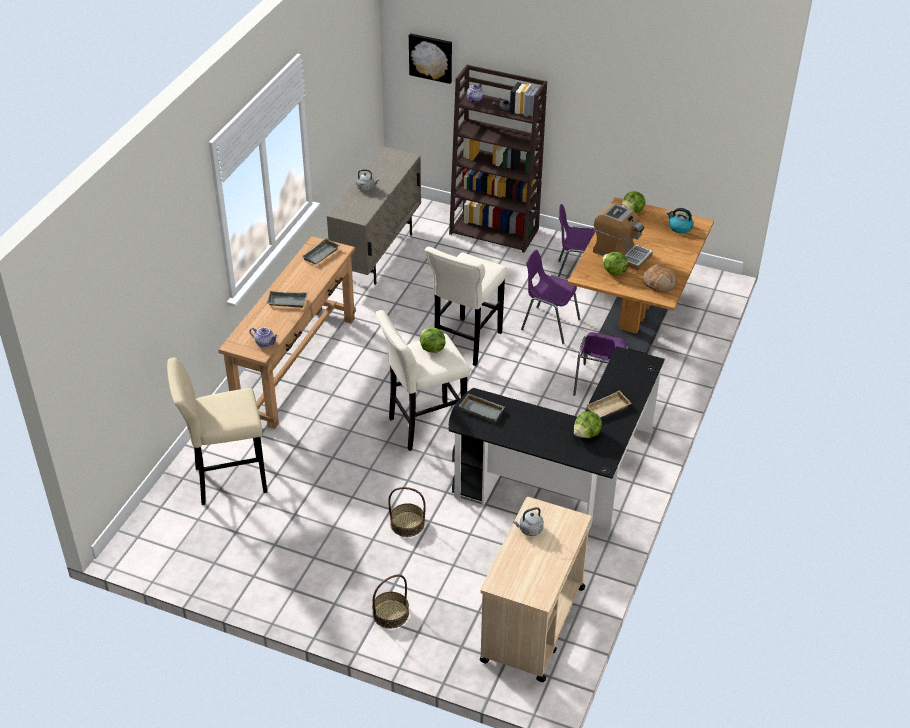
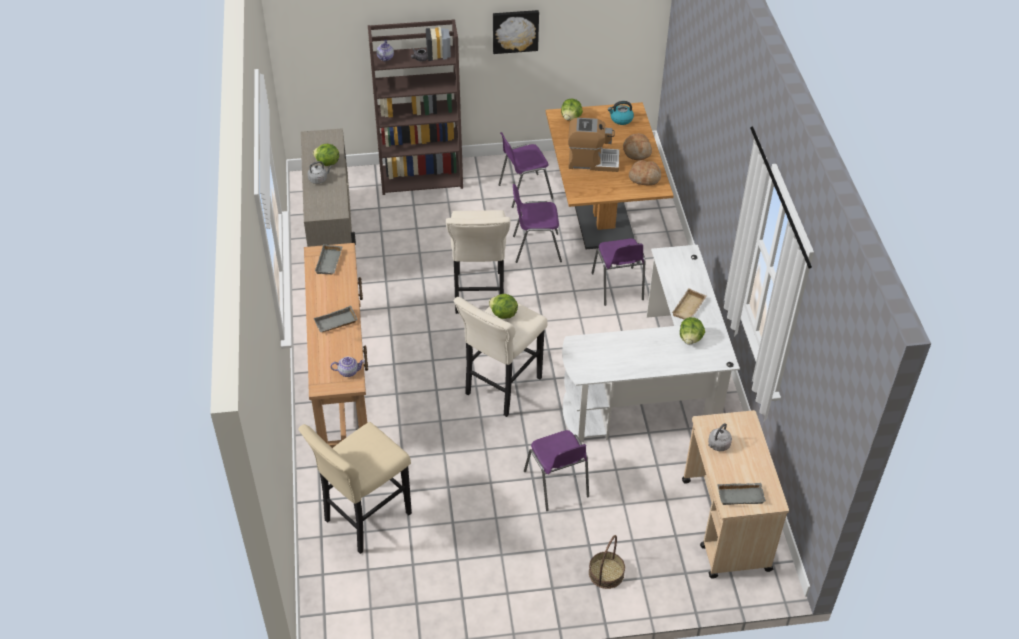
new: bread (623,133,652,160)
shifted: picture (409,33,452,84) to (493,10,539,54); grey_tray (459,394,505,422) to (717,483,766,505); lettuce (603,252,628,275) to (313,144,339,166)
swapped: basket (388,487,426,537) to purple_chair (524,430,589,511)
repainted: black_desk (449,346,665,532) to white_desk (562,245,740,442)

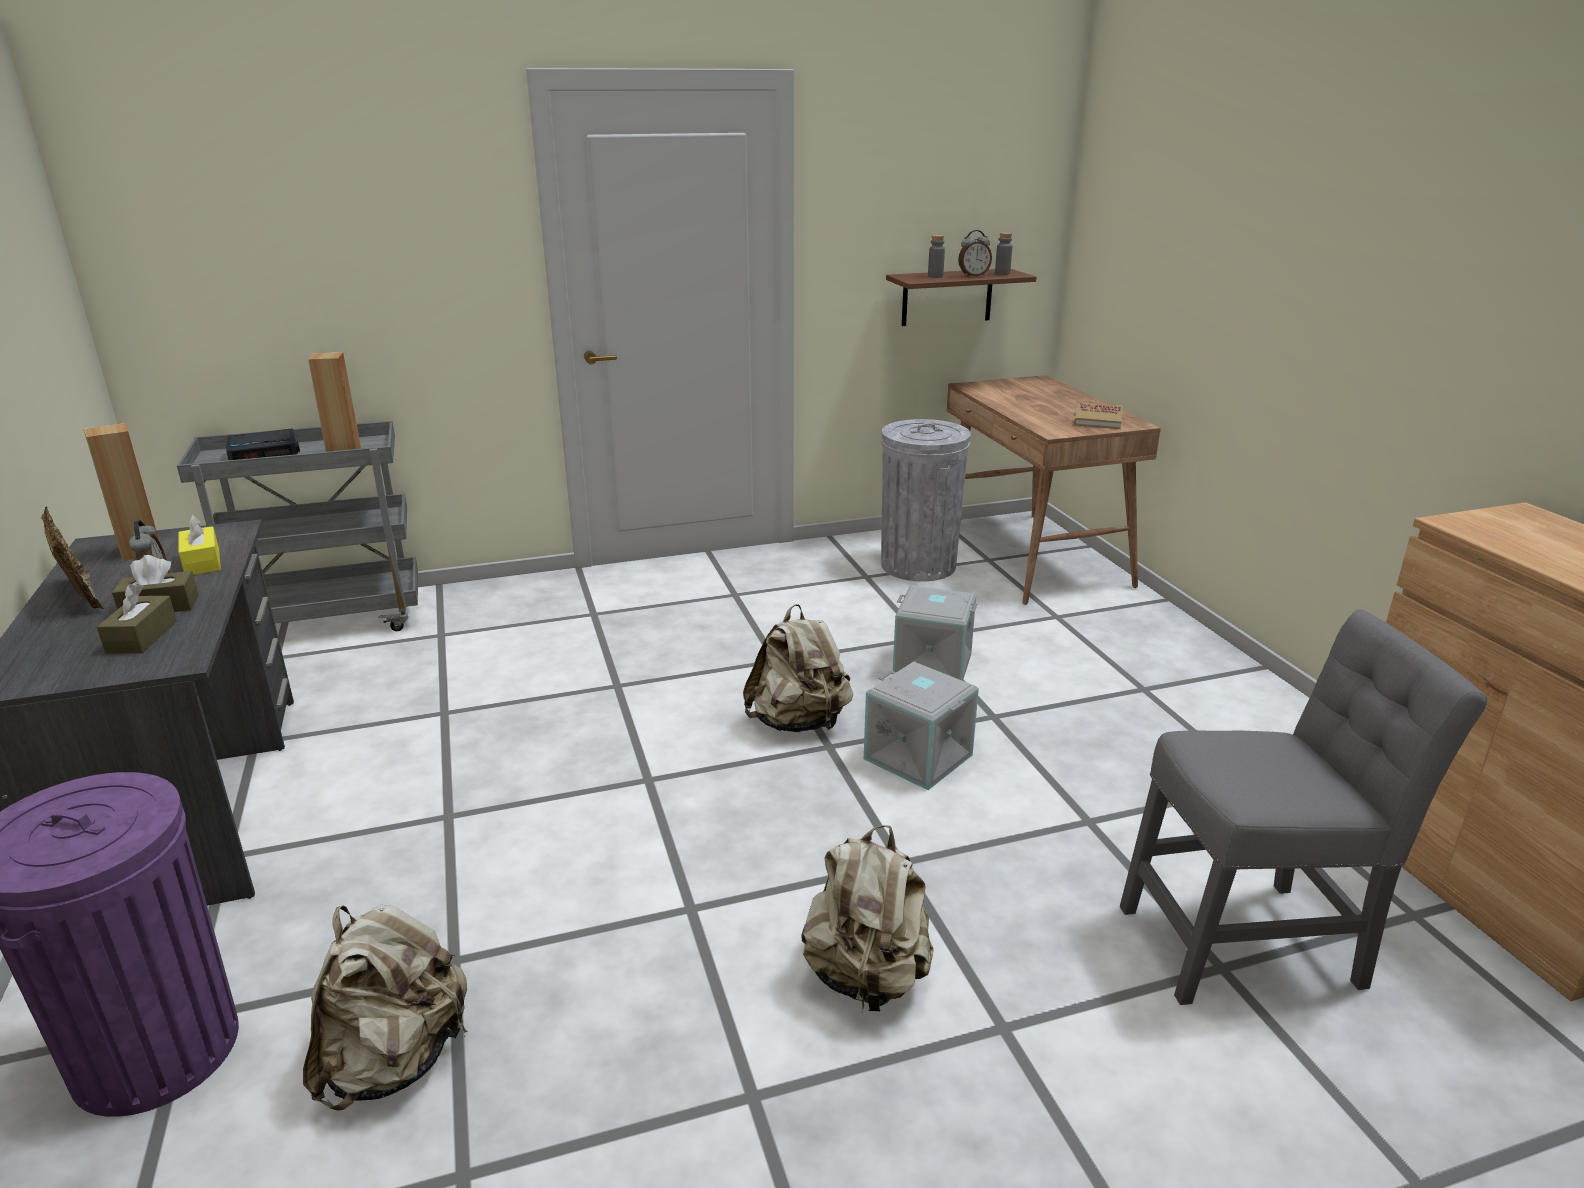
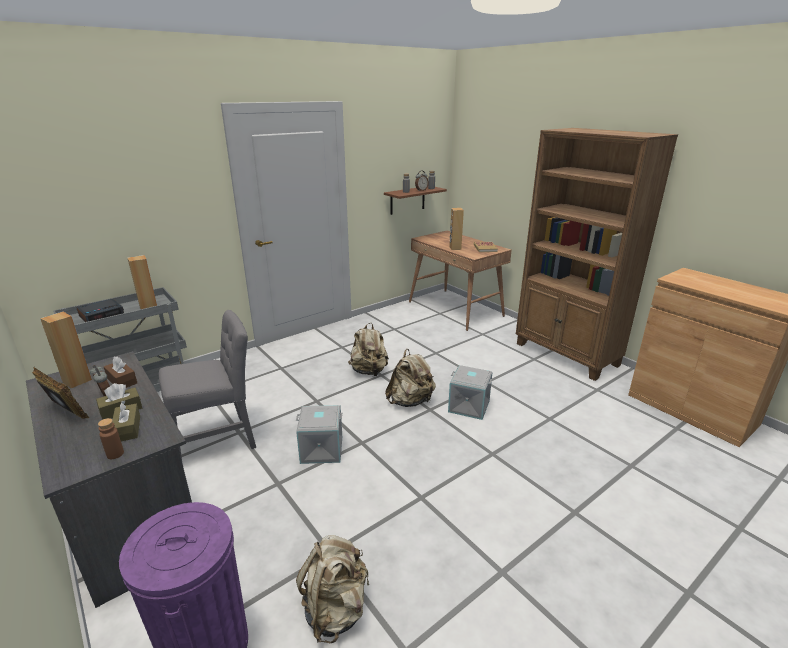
gone: grey_trash_can (881,419,971,581)
new: brown_bottle (98,418,124,459); brown_speaker (449,208,464,250); brown_bookcase (516,128,678,381)
shifted: beige_backpack (801,825,934,1012) to (348,323,389,376); grey_storage_box (892,586,977,681) to (296,405,342,464); grey_chair (1120,609,1487,1005) to (159,310,256,460)
repainted: yellow_tissue_box (179,515,221,575) to brown_tissue_box (104,356,137,388)

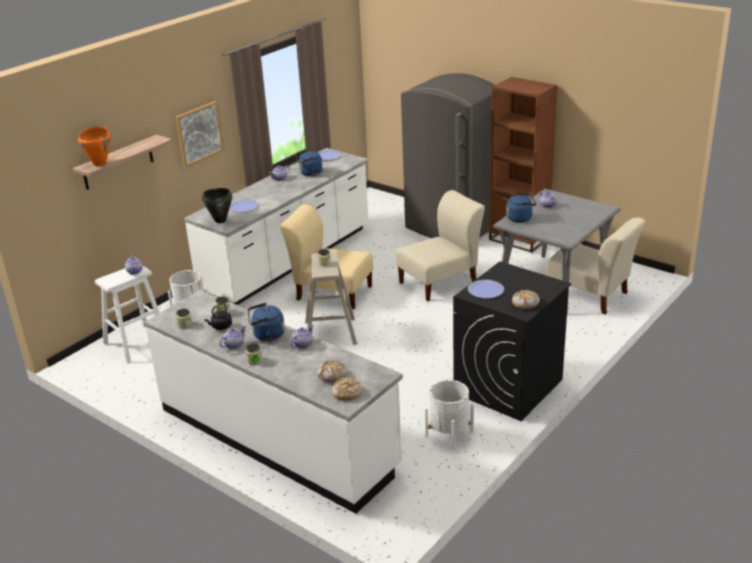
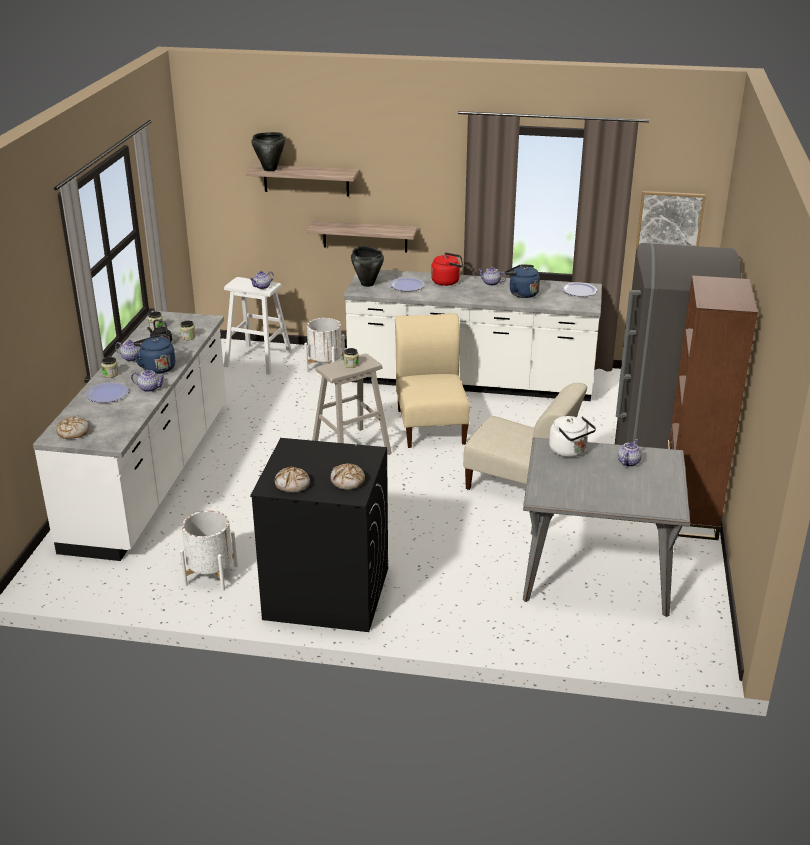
gone: beige_chair (546,217,645,315)
new: shelf (307,221,417,253); red_kettle (431,252,463,286)
shifted: picture (176,101,224,167) to (636,191,706,249); bread (317,361,348,382) to (330,463,365,490); plate (468,280,504,299) to (86,382,129,403)
repainted: orange_cooking_pot (78,126,111,166) to black_cooking_pot (251,132,285,171); blue_kettle (506,193,537,223) to white_kettle (549,416,596,457)

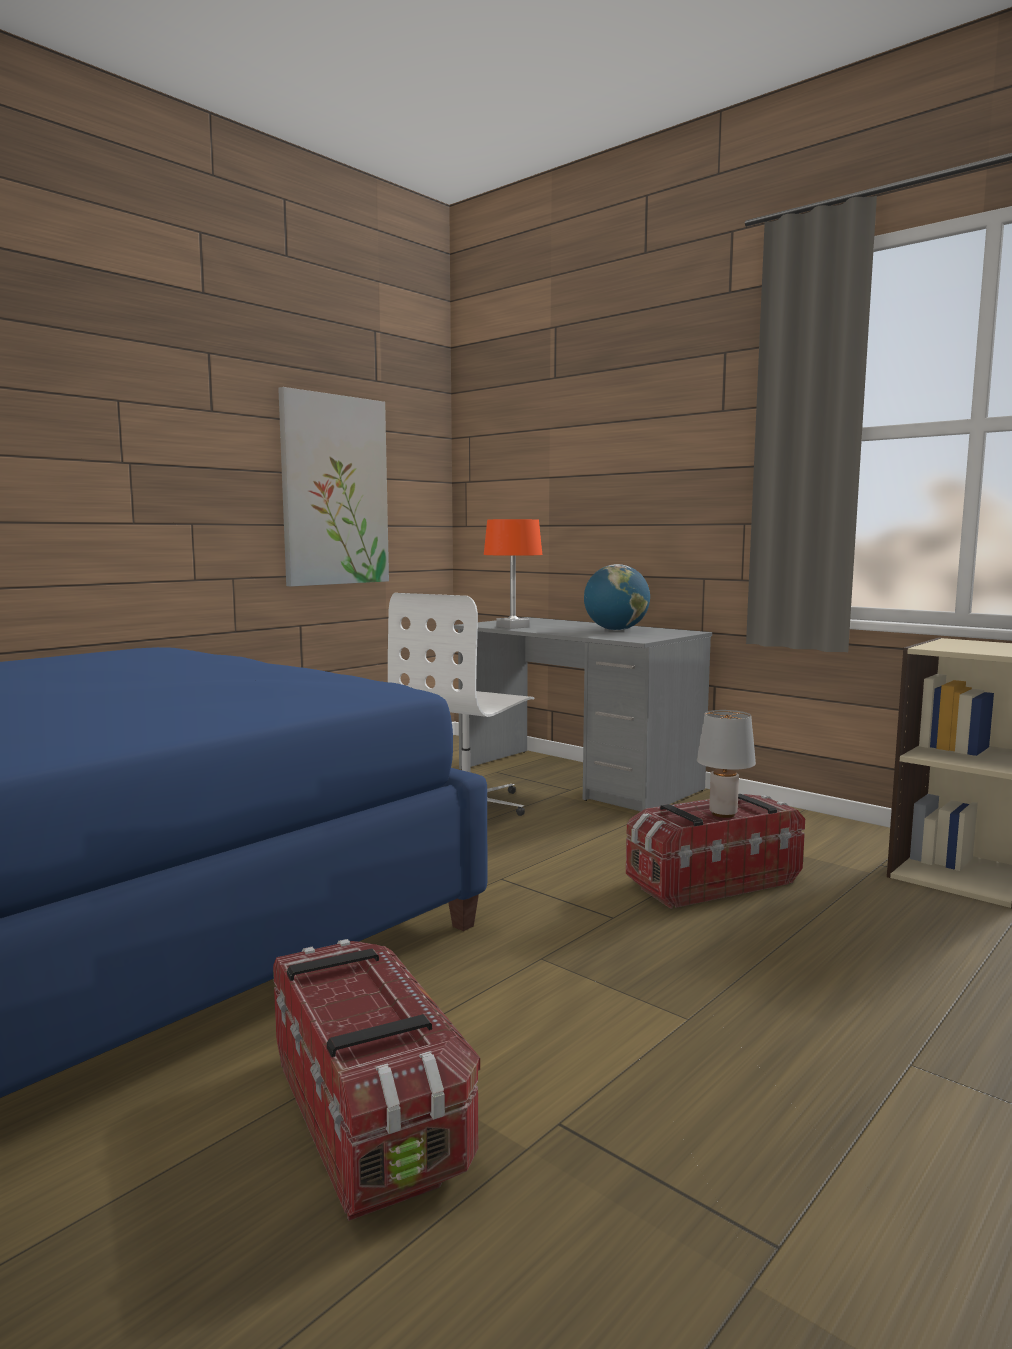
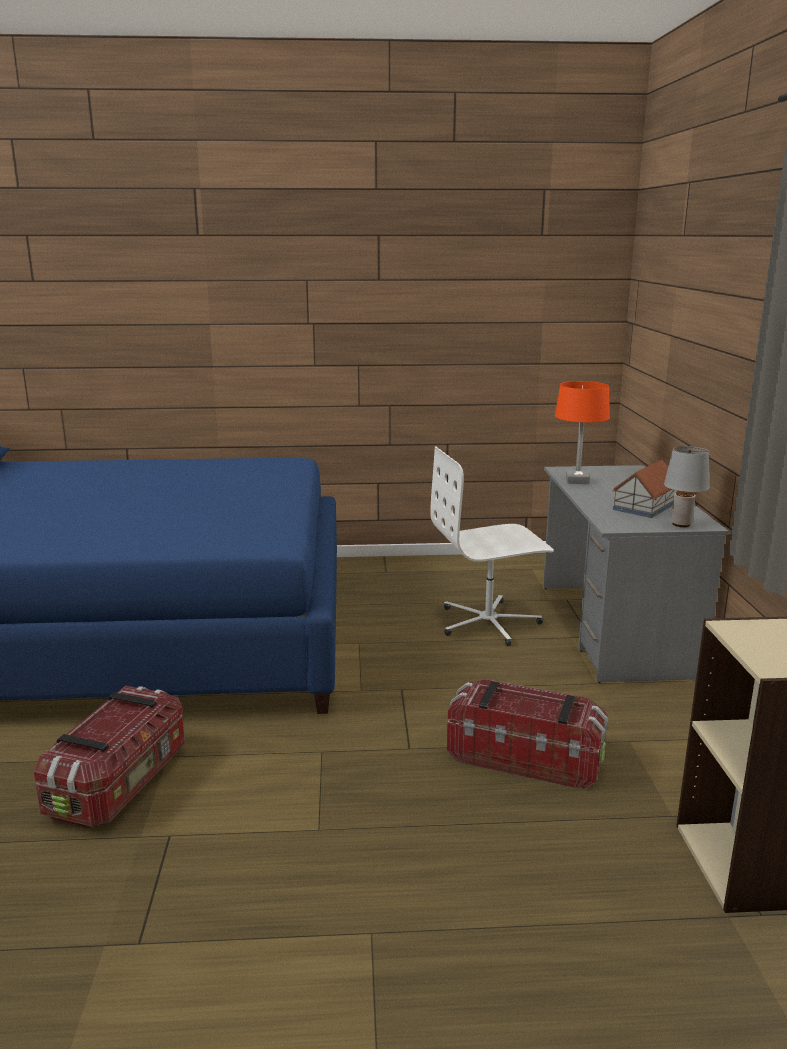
gone: picture (278,387,389,586)
shifted: grey_table_lamp (697,710,756,818) to (664,446,710,527)
swapped: globe (584,564,650,630) to toy_house (612,460,677,518)

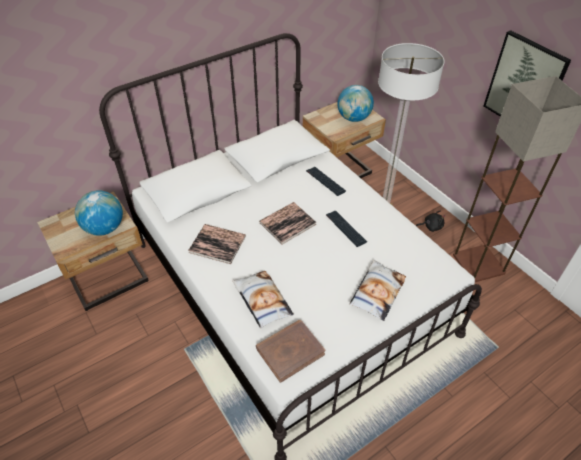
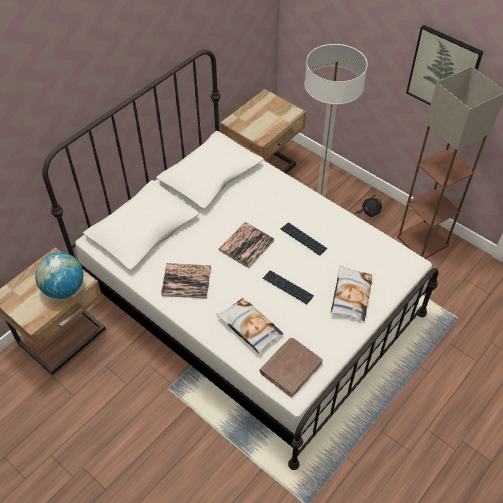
gone: globe (337,85,374,122)
shifted: keyboard (306,167,346,196) to (263,270,314,304)

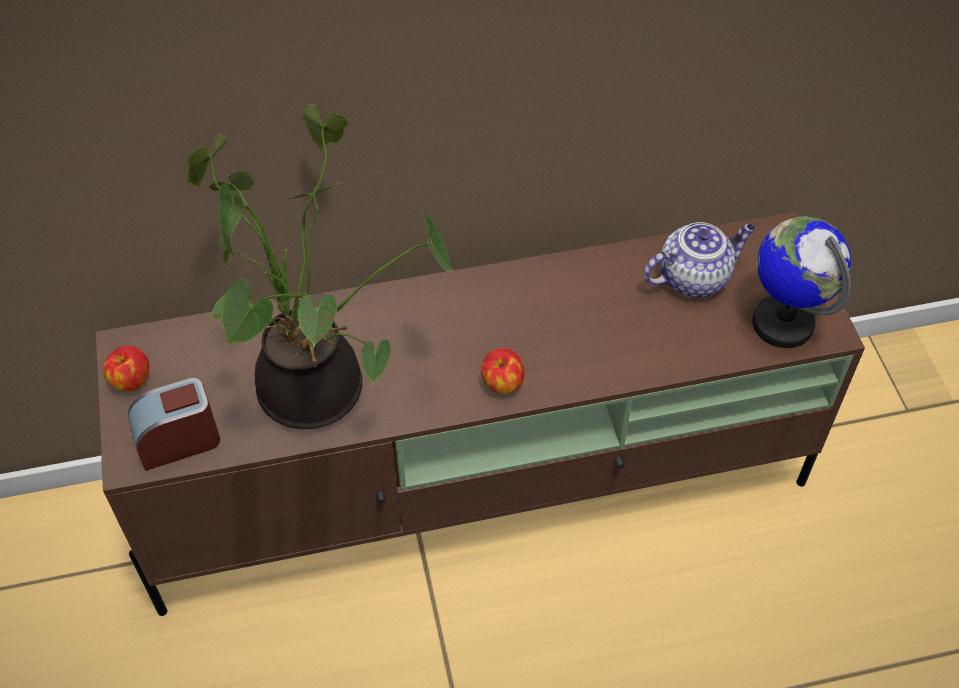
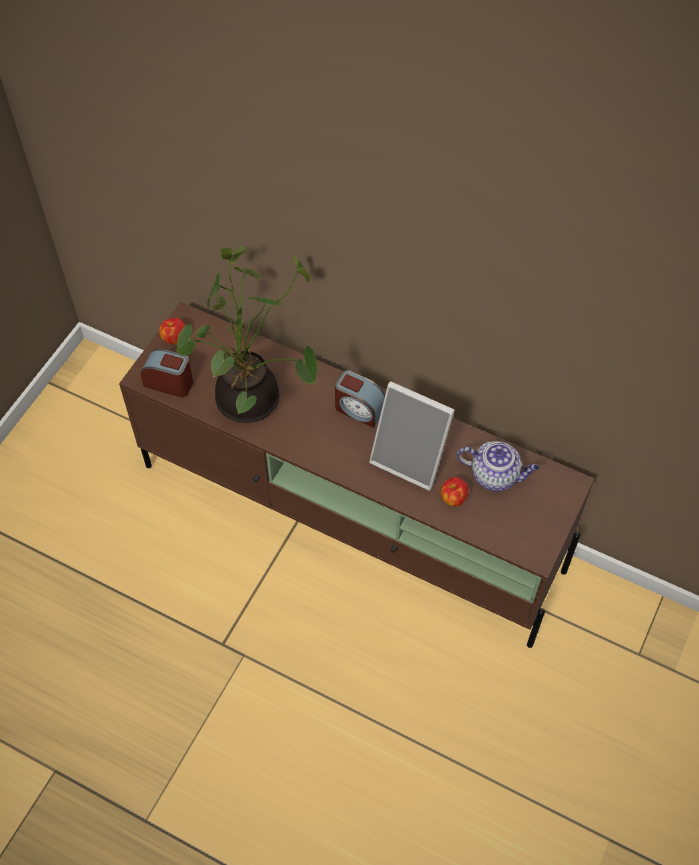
gone: globe (752,216,851,348)
new: alarm_clock (335,371,385,428); picture_frame (369,382,455,491)
shifted: apple (481,349,525,394) to (441,477,469,506)

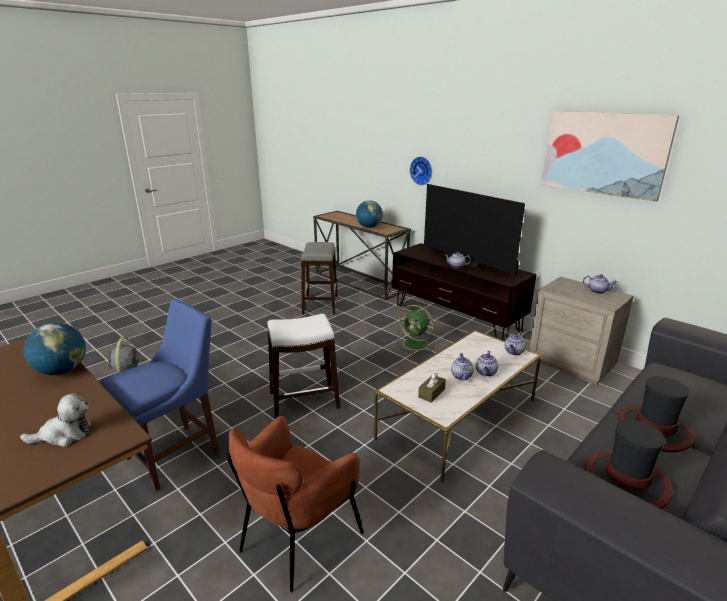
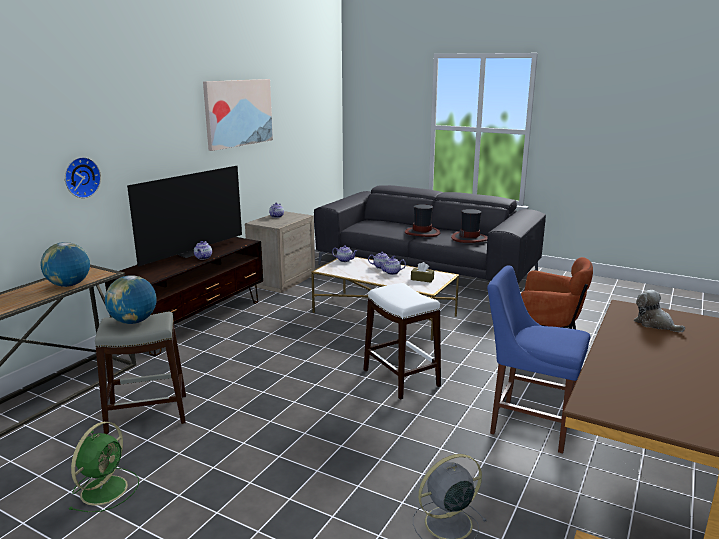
shifted: globe (24,323,86,375) to (105,275,157,324); green_fan (397,305,435,354) to (68,422,139,512)

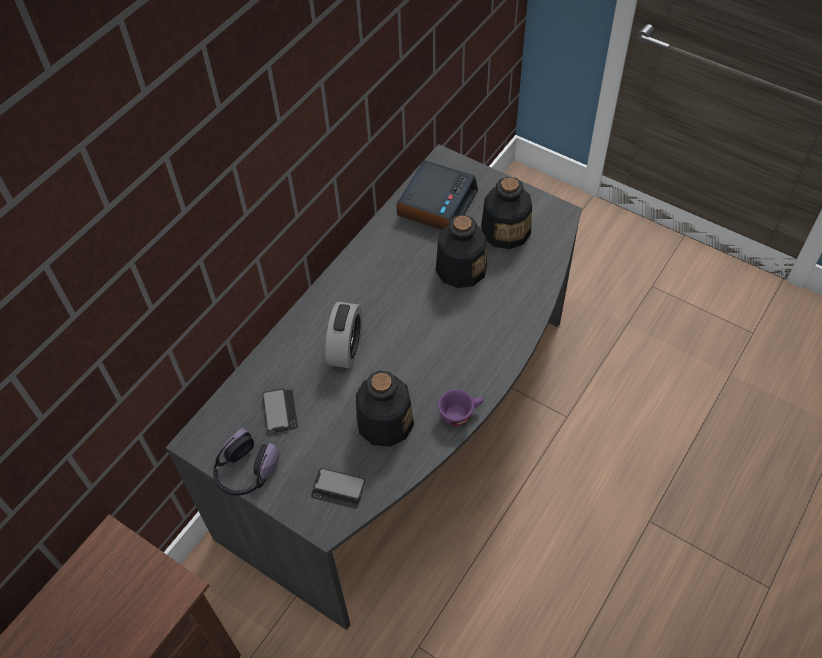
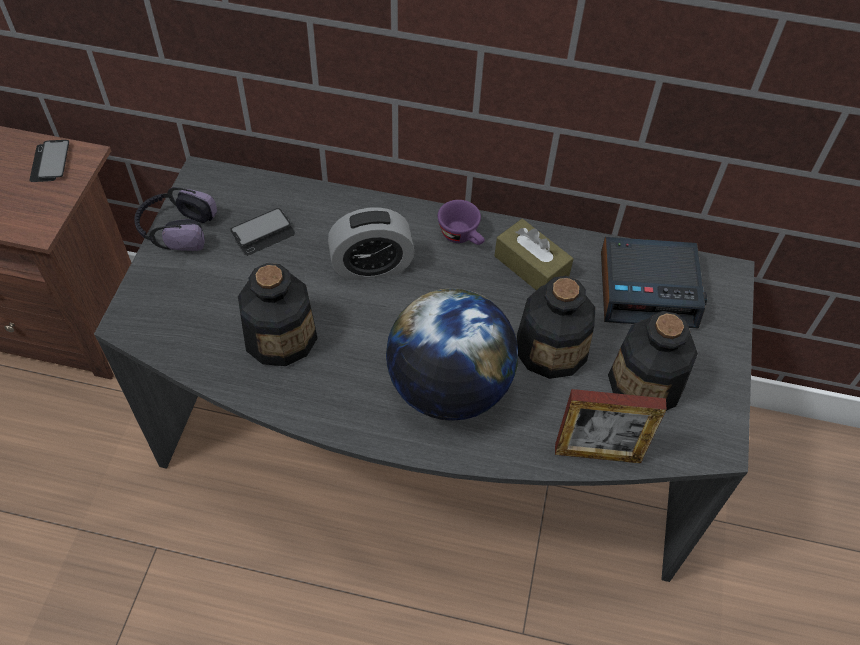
new: globe (386,288,518,421); brown_tissue_box (494,219,574,290); picture_frame (555,389,667,463)
shifted: phone (311,468,365,509) to (29,140,69,182); purple_cup (438,389,483,426) to (438,200,485,245)

